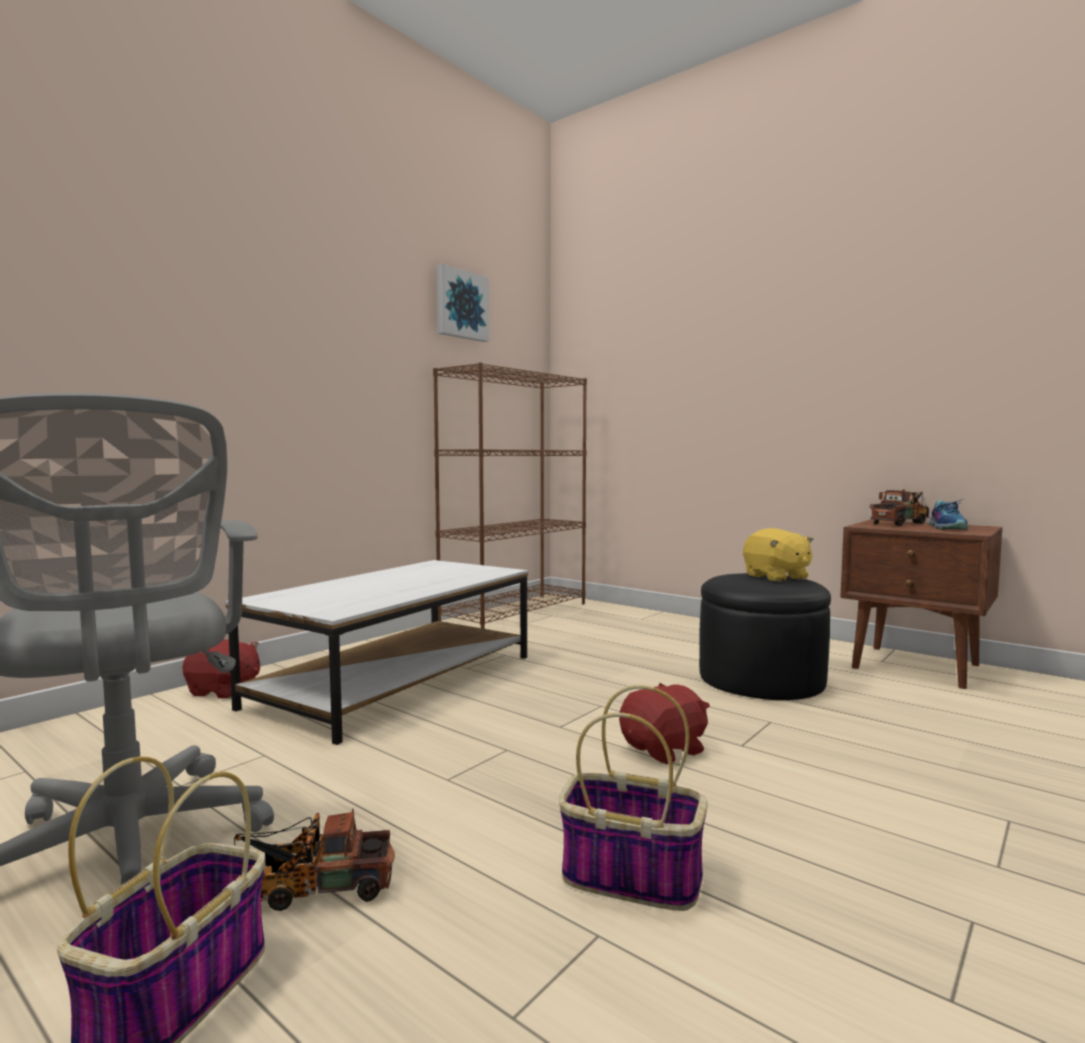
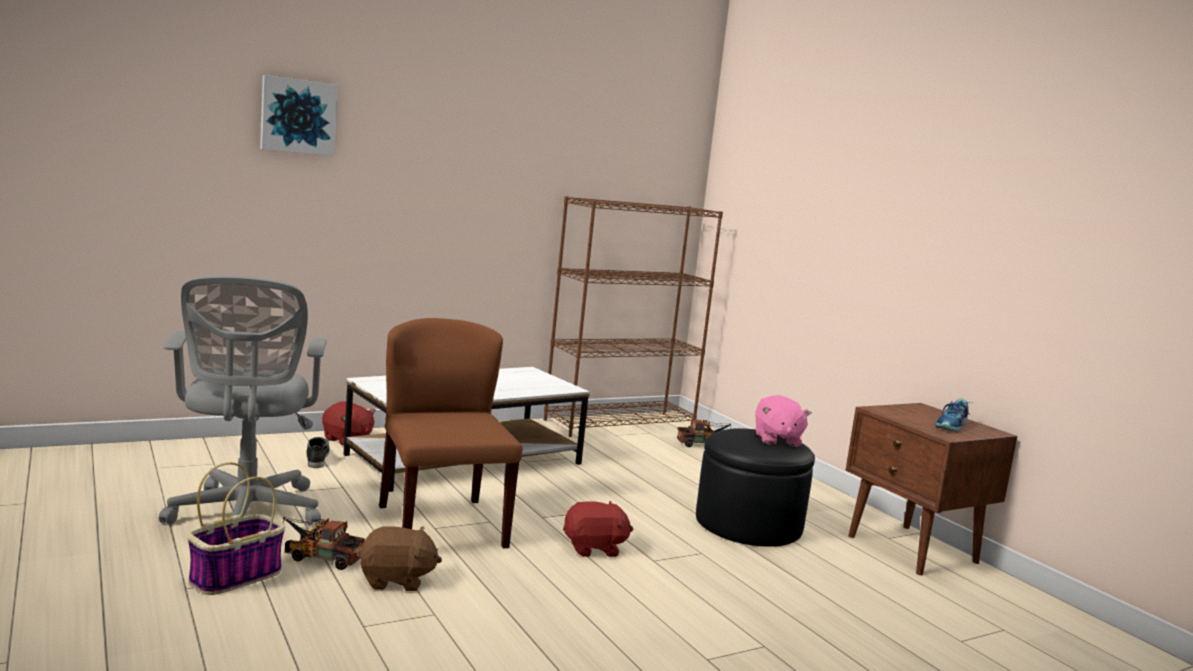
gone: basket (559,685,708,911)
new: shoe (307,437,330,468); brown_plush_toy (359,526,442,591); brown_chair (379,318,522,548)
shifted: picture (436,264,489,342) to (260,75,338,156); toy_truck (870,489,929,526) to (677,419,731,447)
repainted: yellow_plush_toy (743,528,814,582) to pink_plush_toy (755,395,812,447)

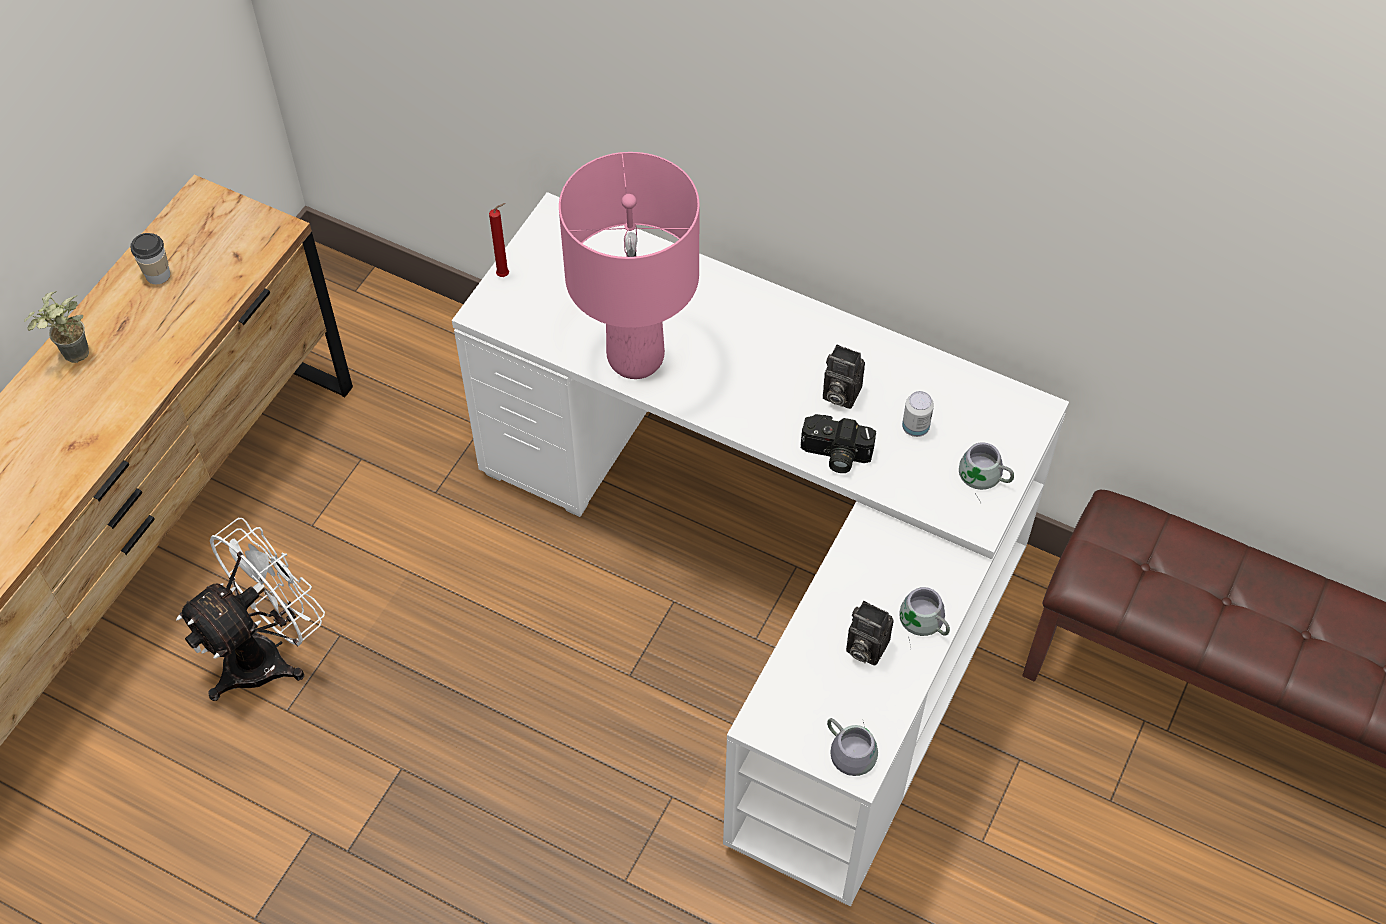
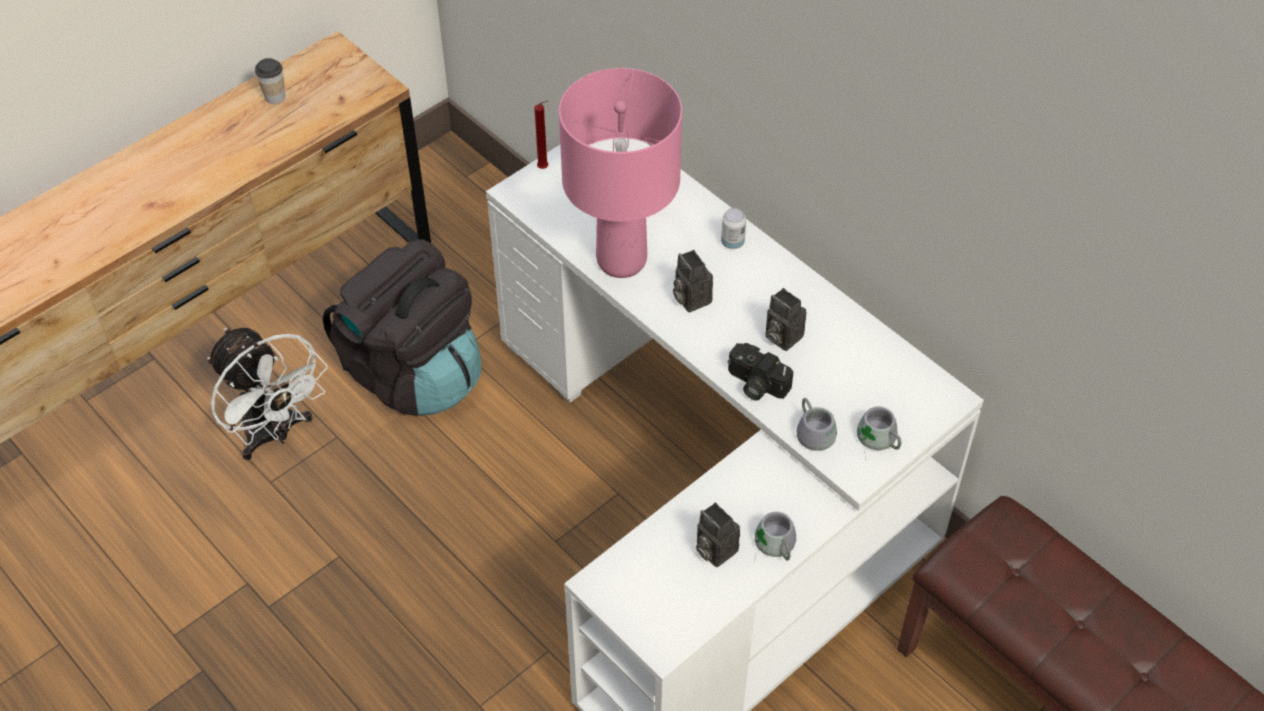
gone: potted_plant (24,291,89,363)
new: black_backpack (323,239,481,416); photo_camera (673,250,713,312)
shifted: grey_mug (827,718,878,776) to (797,398,837,451); can (902,391,934,437) to (721,208,746,249)
rotated: white_fan (176,518,325,701) = (207,328,328,460) 75 degrees clockwise

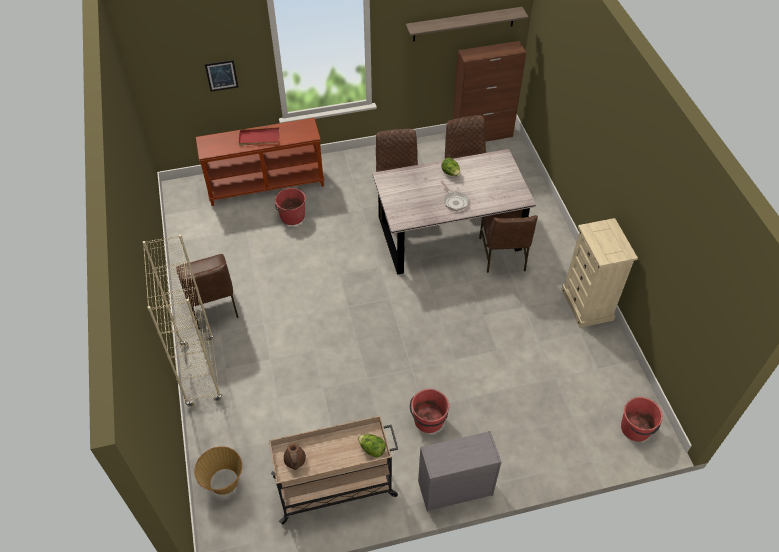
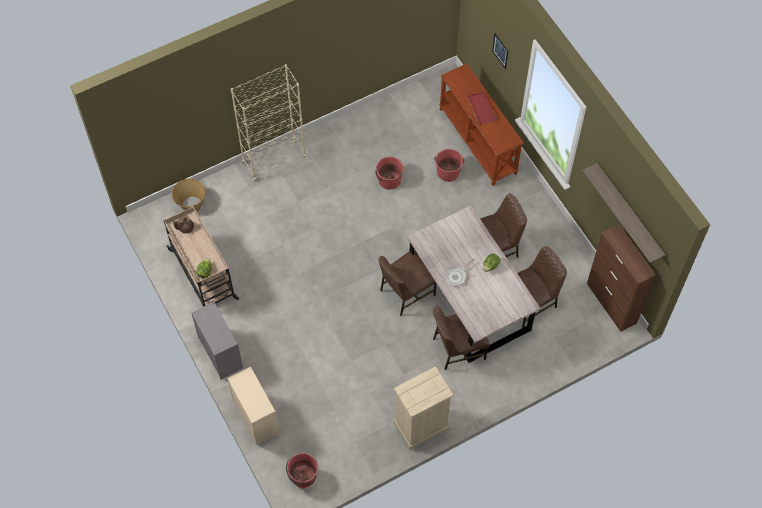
new: beige_dresser (227,367,280,445)
shifted: brown_chair (176,254,239,330) to (378,250,437,316); red_bucket (410,389,449,433) to (376,156,404,190)

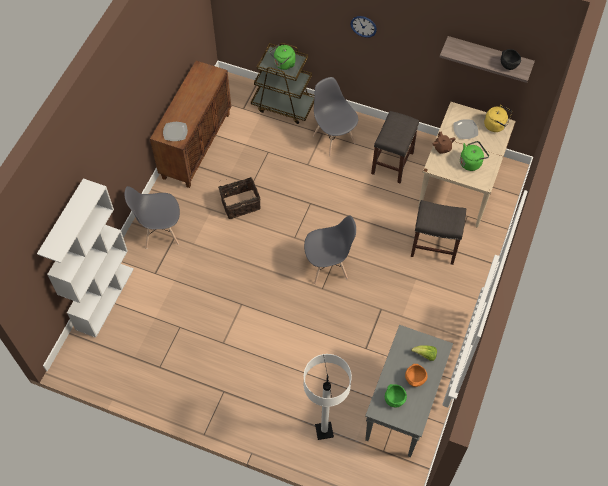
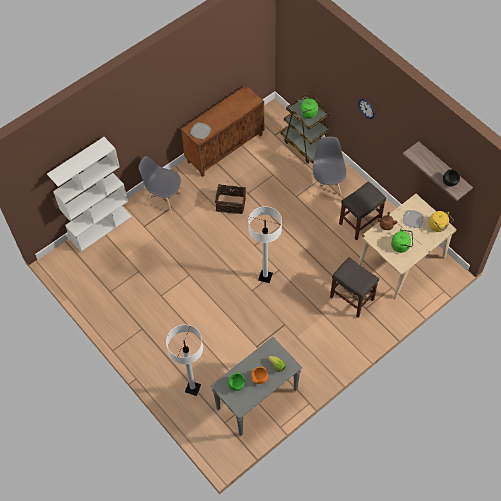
swapped: grey_chair (304,215,356,284) to white_floor_lamp (248,206,282,283)

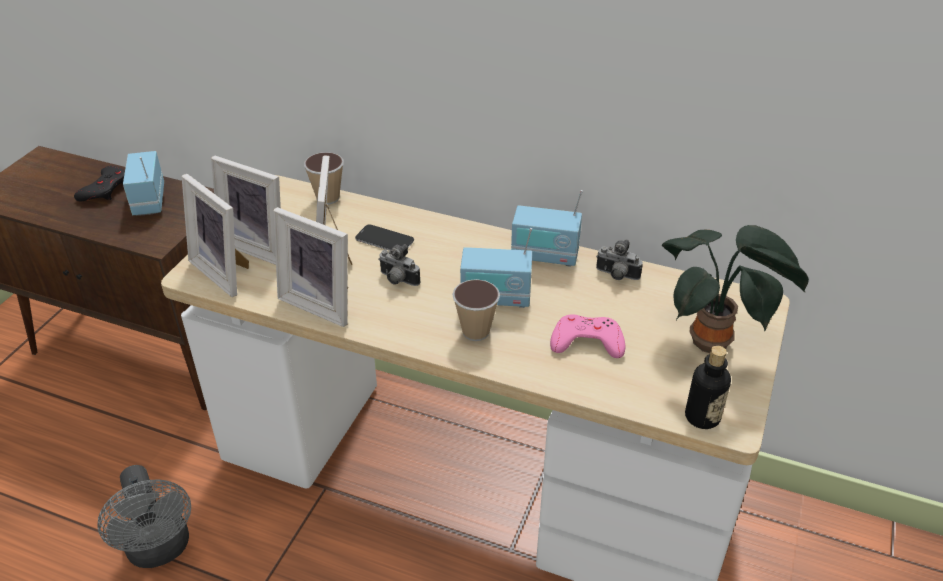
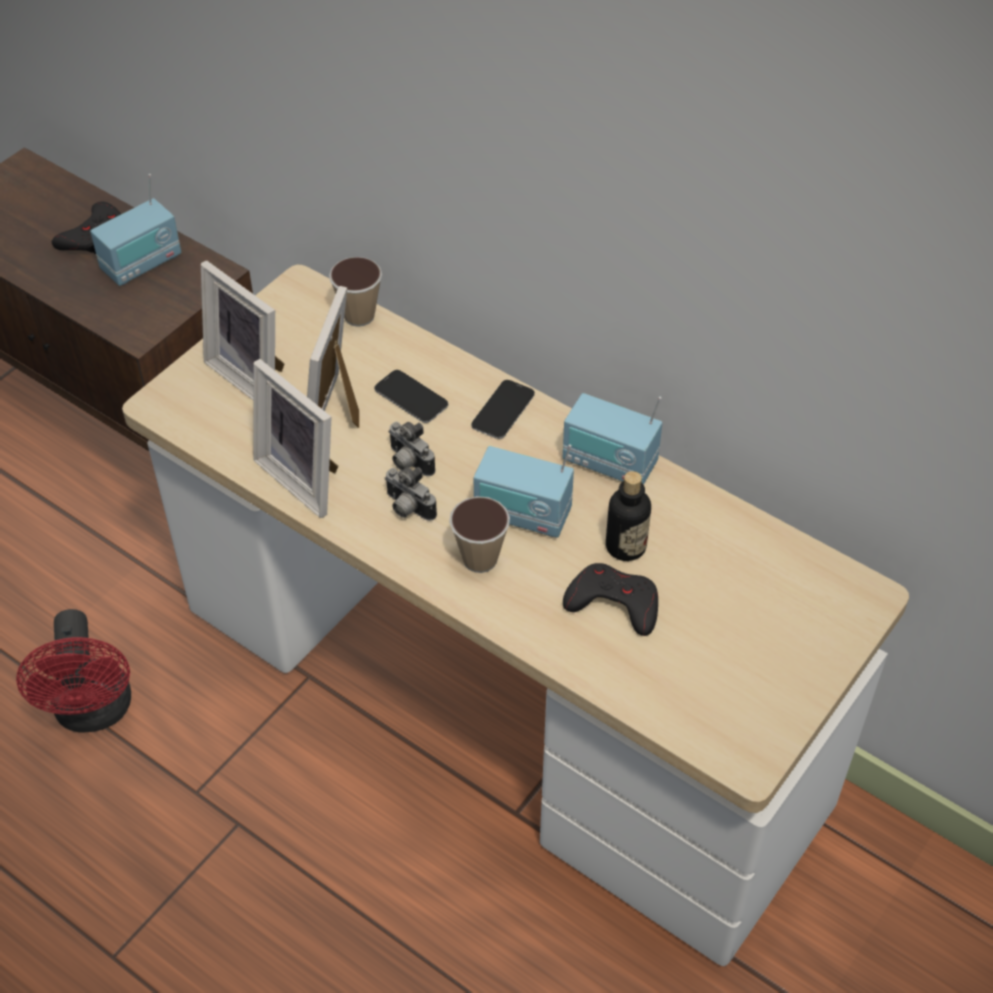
gone: picture_frame (182,174,249,297); potted_plant (662,225,809,353)
new: phone (471,380,535,439)
shifted: photo_camera (596,240,643,280) to (385,467,437,521); bottle (685,346,731,429) to (606,471,651,561)
repainted: grey_fan (97,465,191,568) to red_fan (16,609,131,733); pink_game_controller (550,314,625,358) to black_game_controller (563,563,658,636)
rotated: radio (123,151,164,215) = (90,174,181,286) 135 degrees counterclockwise

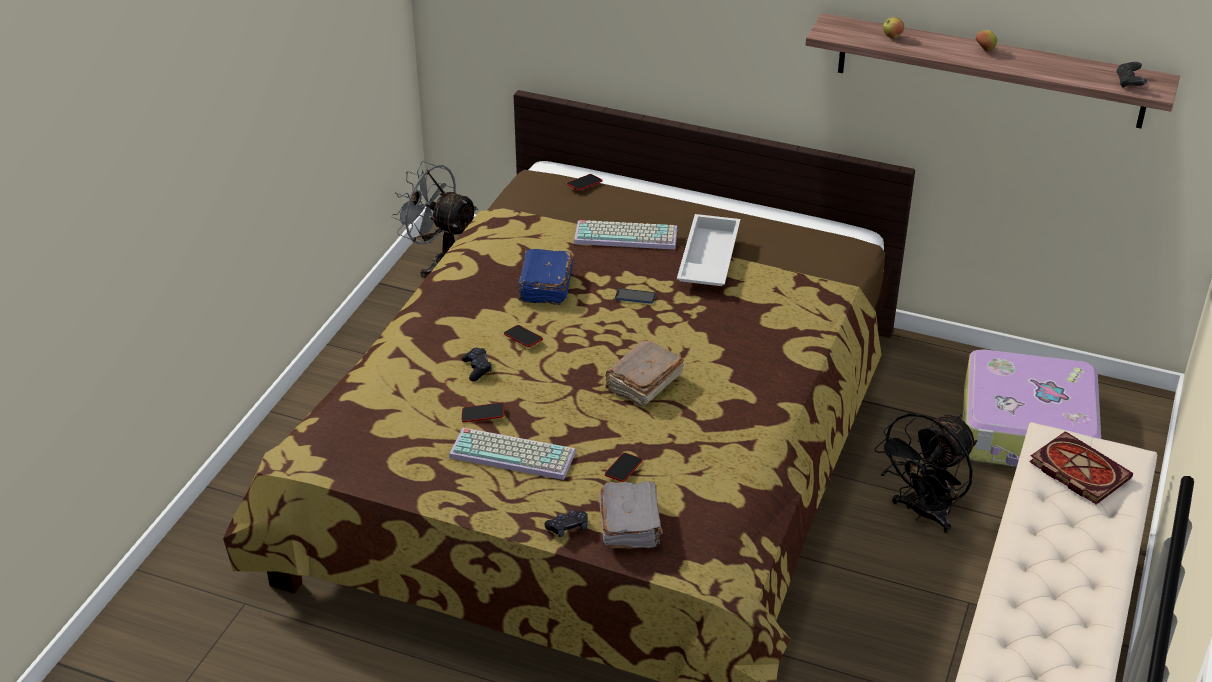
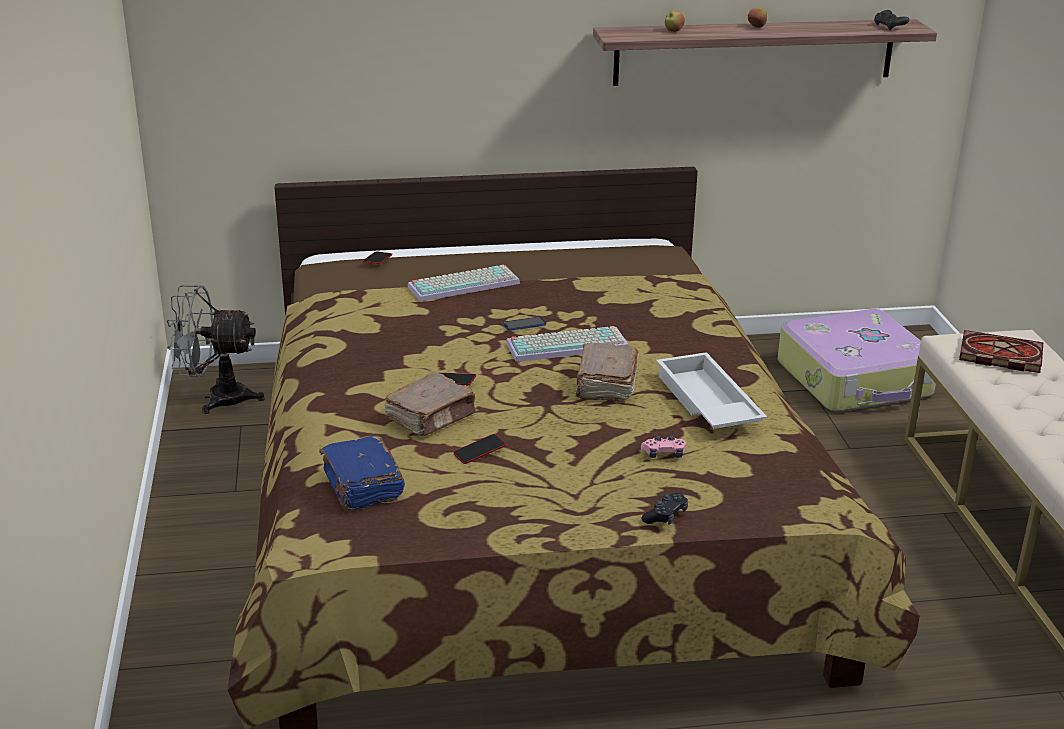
gone: grey_book (599,481,663,549); black_fan (875,413,977,534)
shifted: keyboard (449,428,576,480) to (506,326,628,362); blue_book (518,249,573,305) to (319,436,405,511); white_tray (677,214,740,286) to (656,352,767,429)
swapped: black_game_controller (462,348,492,381) to brown_book (385,372,476,436); phone (605,453,643,482) to pink_game_controller (641,436,687,458)

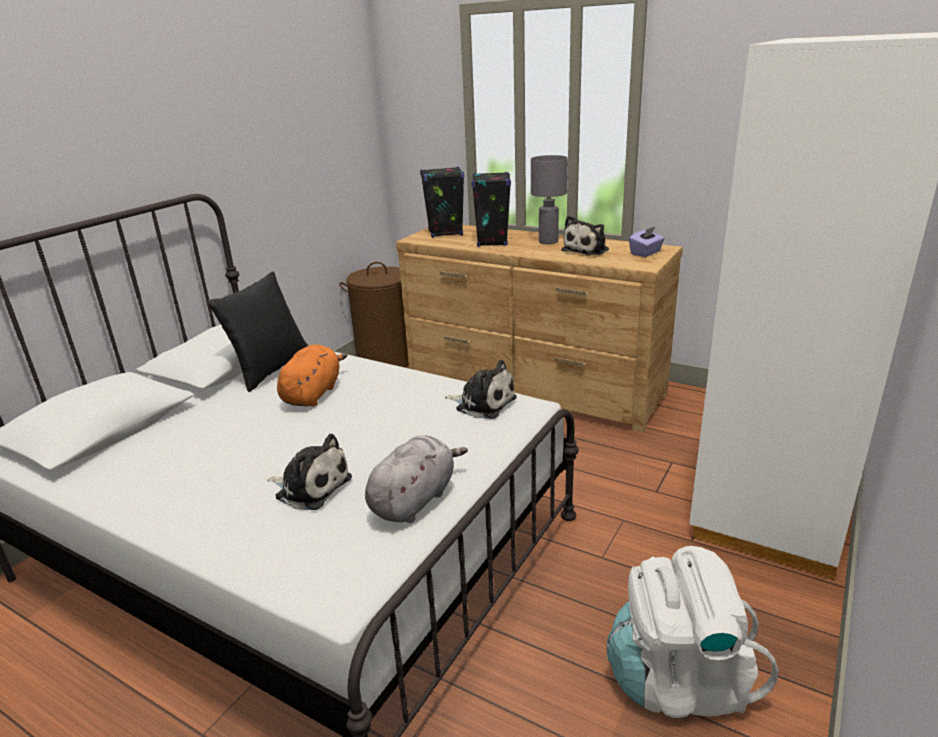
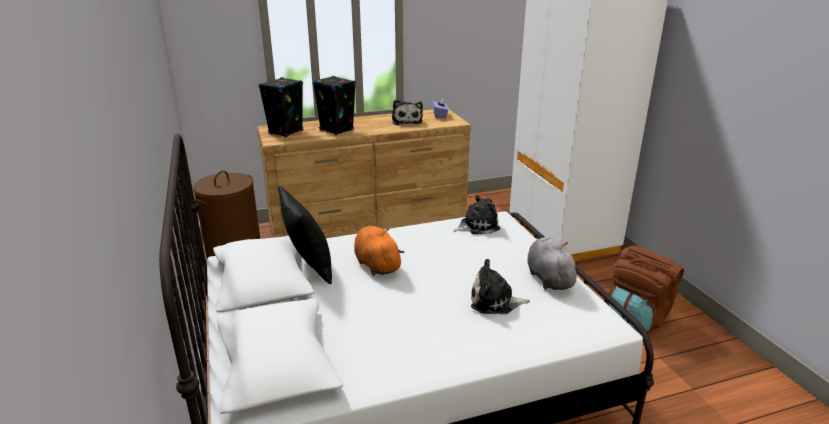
gone: grey_table_lamp (531,155,568,244)
repainted: white_backpack (607,546,778,718) to brown_backpack (607,246,684,333)
rotated: plush_toy (267,434,352,510) = (471,259,530,314) 150 degrees counterclockwise

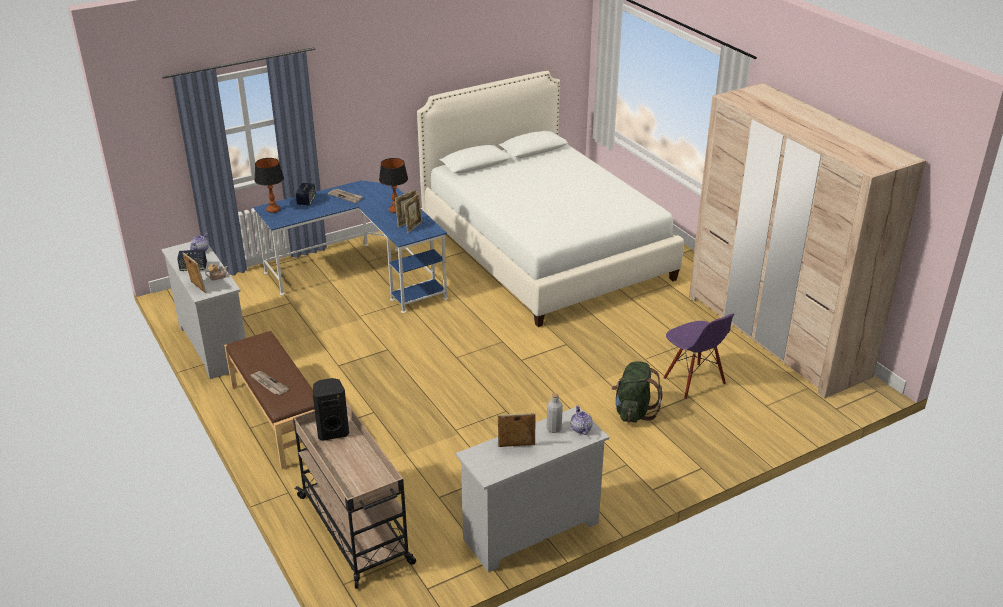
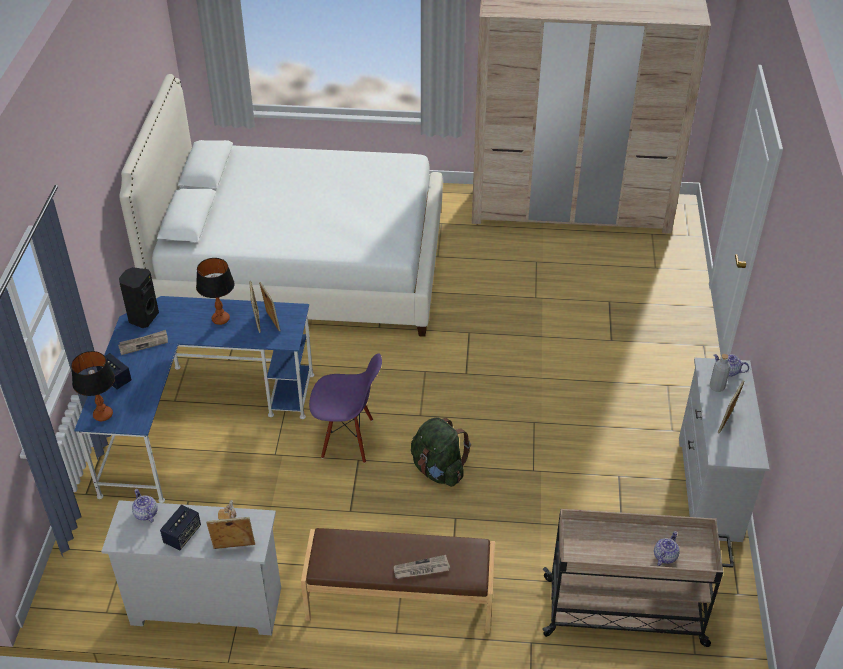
new: teapot (654,531,680,566)
shifted: black_speaker (313,378,349,441) to (119,267,159,328); green_backpack (612,361,662,423) to (411,417,471,487); purple_chair (663,313,734,400) to (309,353,382,463)

